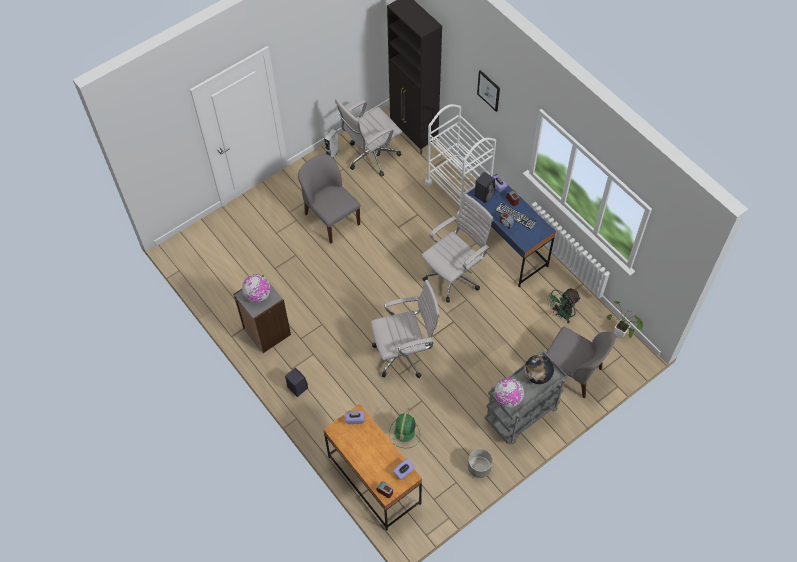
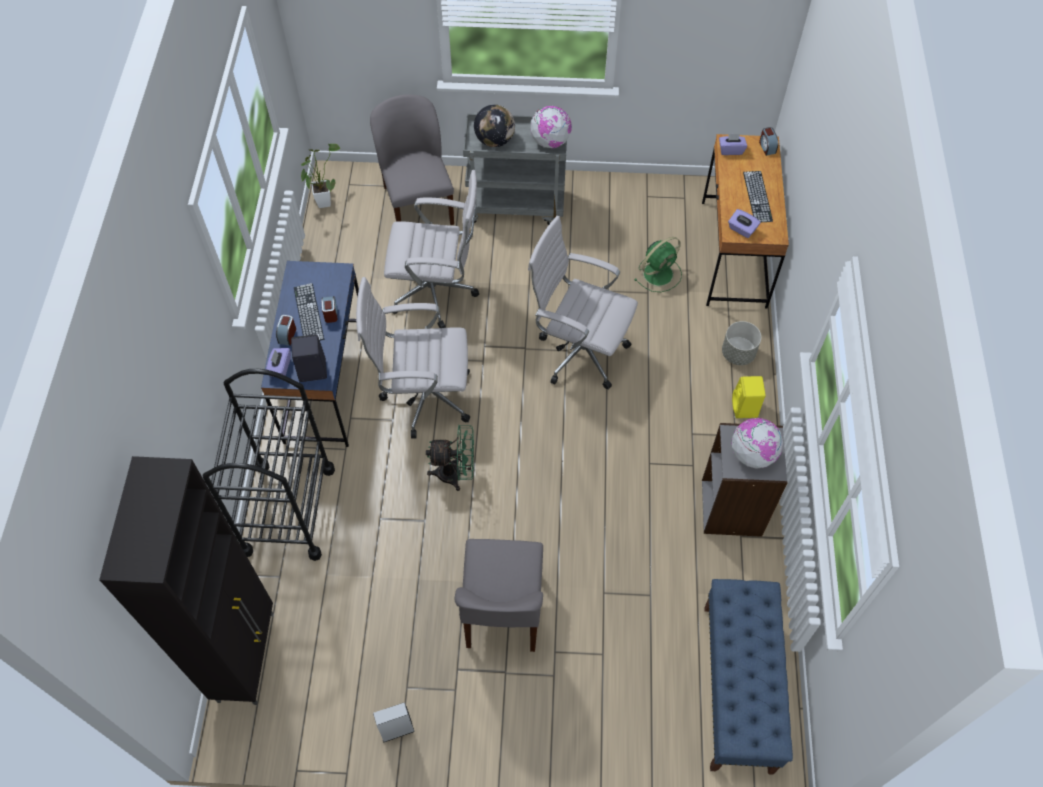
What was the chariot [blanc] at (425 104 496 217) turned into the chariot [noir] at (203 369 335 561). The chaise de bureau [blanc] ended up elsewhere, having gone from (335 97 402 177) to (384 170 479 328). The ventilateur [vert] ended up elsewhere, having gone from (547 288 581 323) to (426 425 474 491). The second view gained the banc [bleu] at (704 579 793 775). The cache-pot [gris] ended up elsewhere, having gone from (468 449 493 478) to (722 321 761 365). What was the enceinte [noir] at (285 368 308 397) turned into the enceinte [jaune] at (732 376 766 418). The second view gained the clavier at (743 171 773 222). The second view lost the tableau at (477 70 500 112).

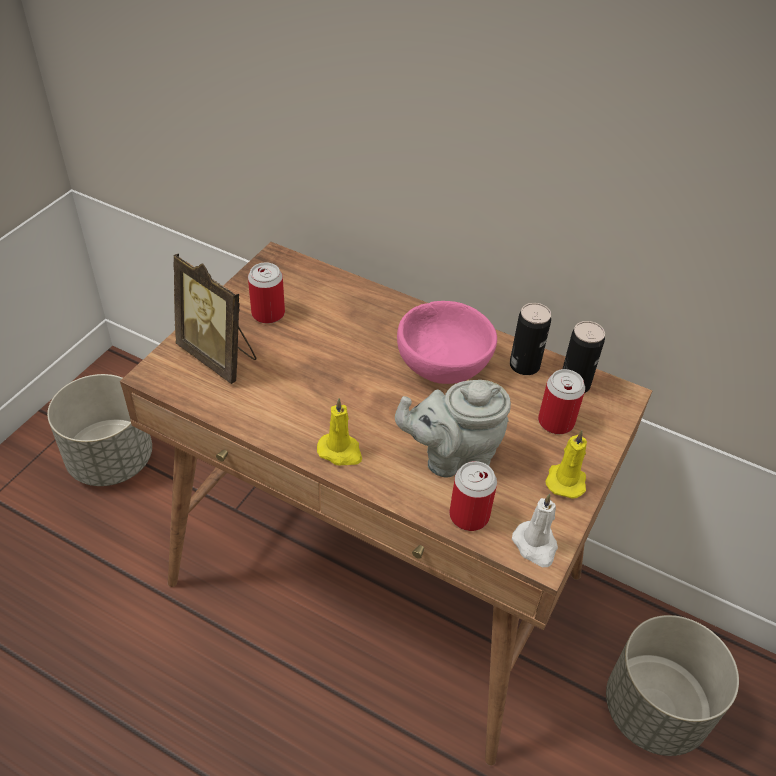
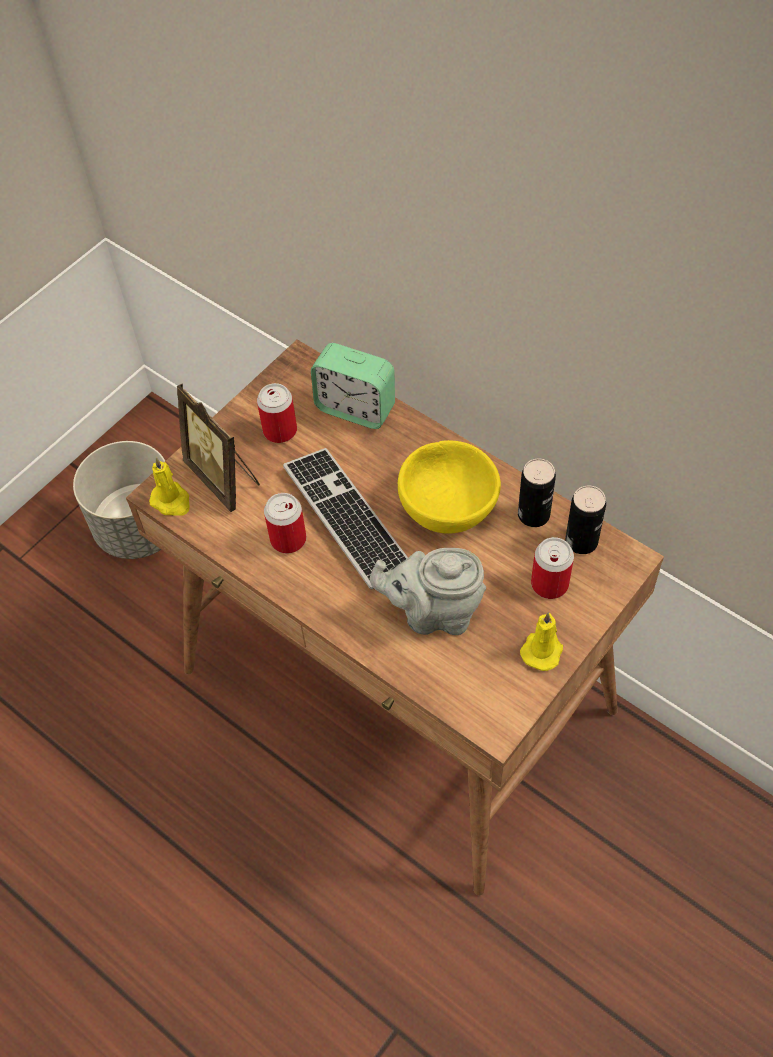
The bougie [jaune] ended up elsewhere, having gone from (317 398 362 465) to (149 457 189 516). The boîte métallique ended up elsewhere, having gone from (449 461 497 531) to (264 493 306 554). The second view gained the clavier at (283 448 408 589). The second view gained the réveil at (311 343 395 429). What was the bol [rose] at (397 301 497 384) turned into the bol [jaune] at (398 440 501 533). The second view lost the bougie [blanc] at (512 494 558 567). The second view lost the cache-pot [gris] at (606 615 739 756).

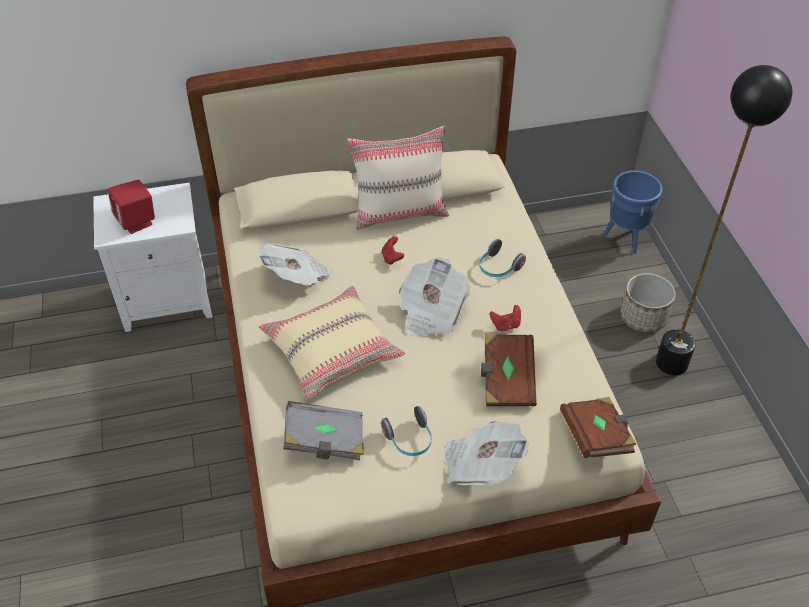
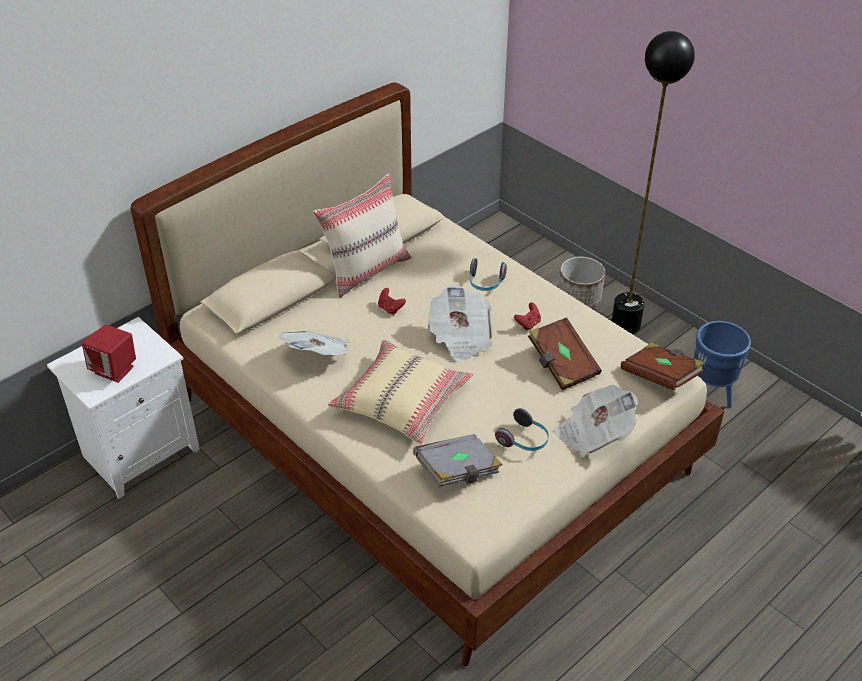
The cache-pot [bleu] ended up elsewhere, having gone from (603 171 663 254) to (694 321 751 407).

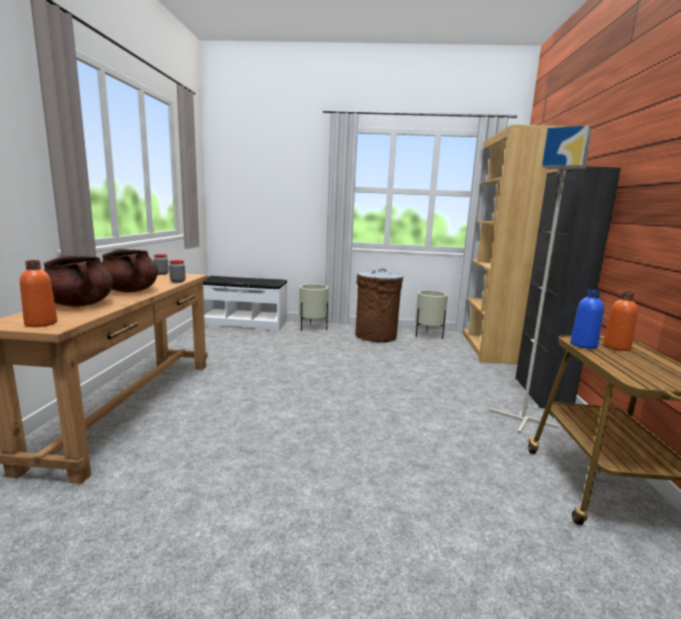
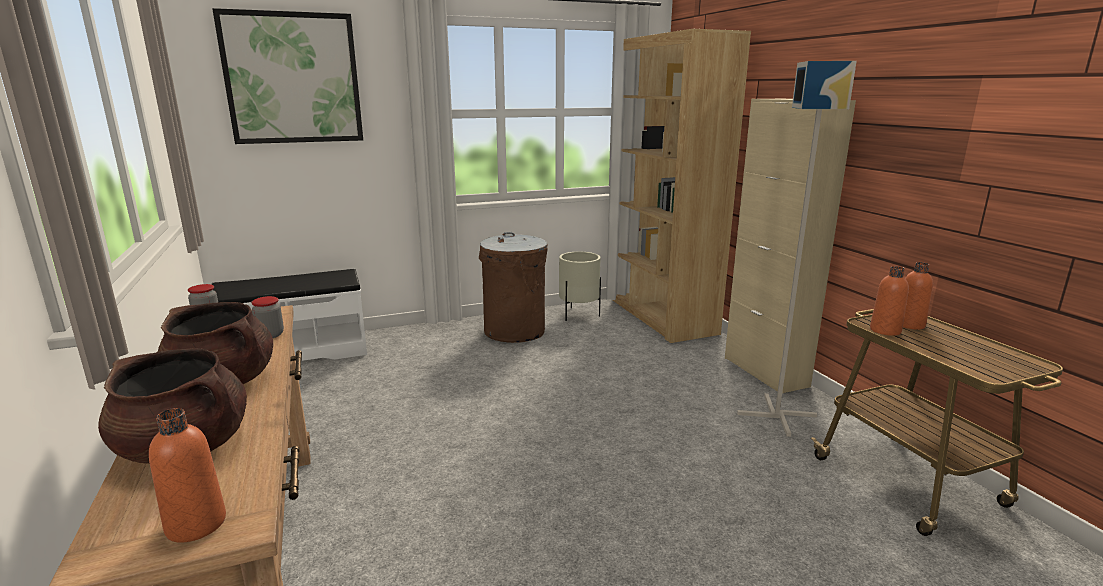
The second view gained the tableau at (212 8 363 144). What was the meuble de rangement [noir] at (515 166 621 409) turned into the meuble de rangement [beige] at (725 99 856 393). What was the bouteille [bleu] at (570 289 604 349) turned into the bouteille [orange] at (870 266 909 336). The second view lost the cache-pot [beige] at (299 284 328 331).

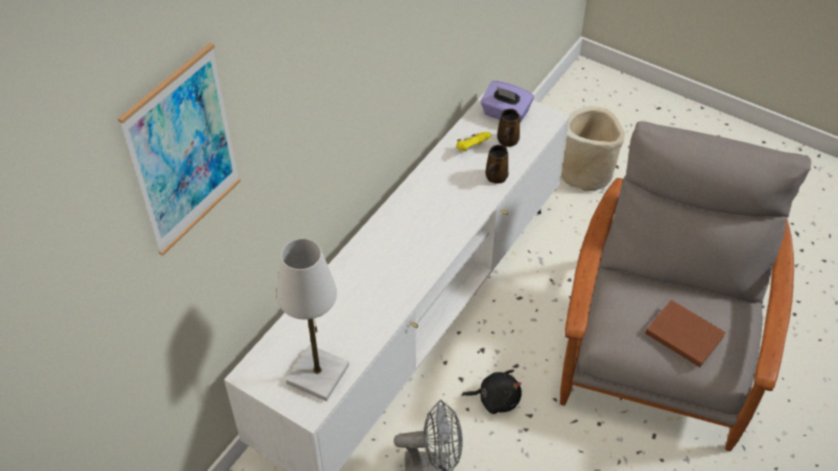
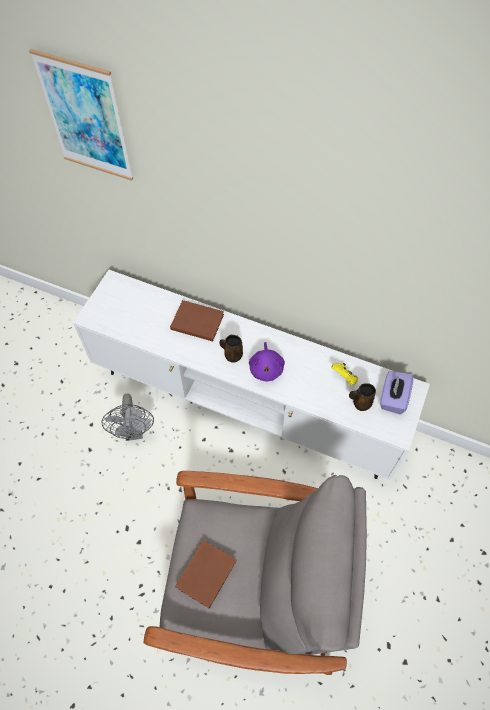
The second view gained the livre [marron] at (170 300 224 341). The mug [marron] ended up elsewhere, having gone from (485 145 508 184) to (220 335 243 362). The second view gained the peluche [violet] at (249 342 285 382). The second view lost the lampe de table [blanc] at (277 239 349 401). The second view lost the peluche [noir] at (461 369 522 414). The second view lost the cache-pot [beige] at (561 106 625 191).

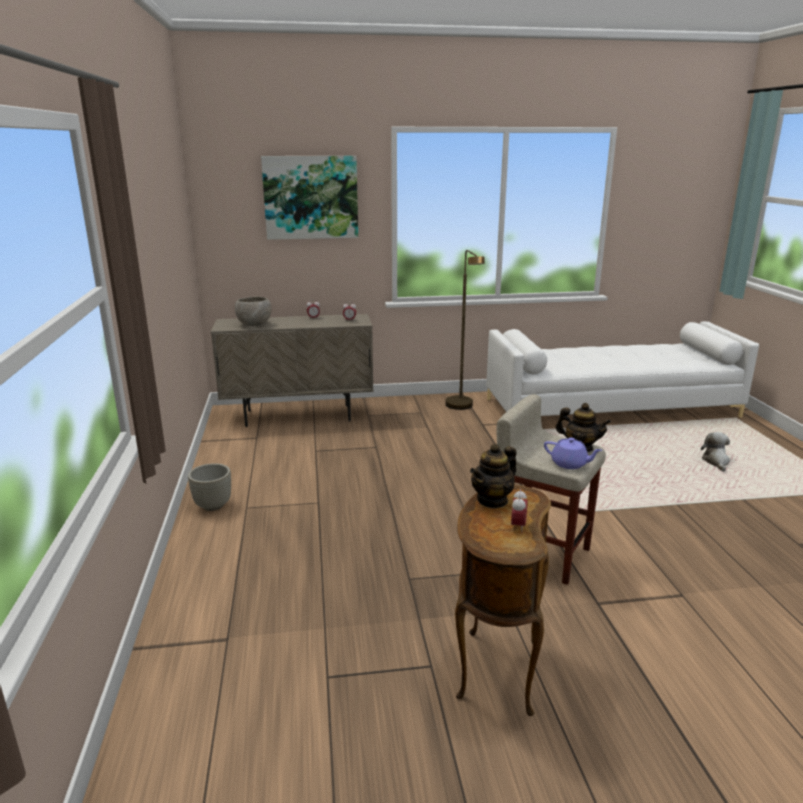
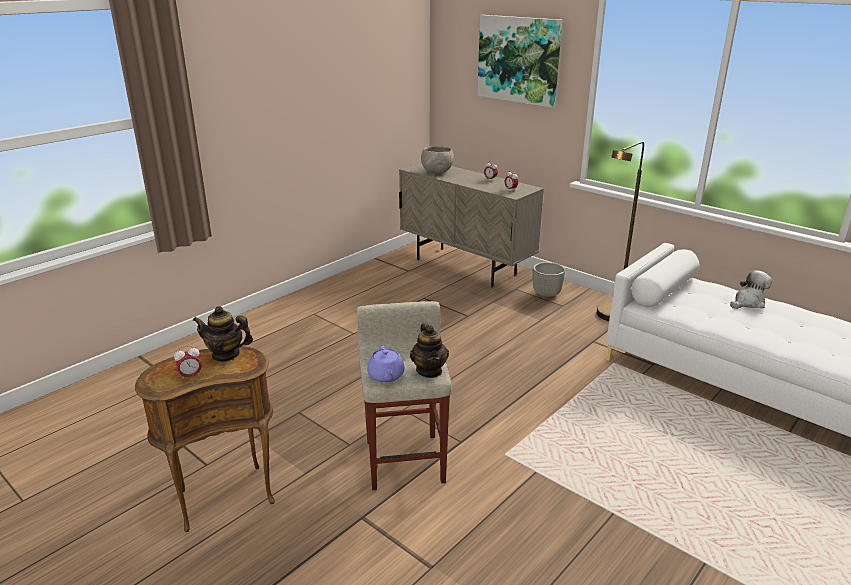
The cache-pot [gris] ended up elsewhere, having gone from (188 463 231 511) to (533 262 565 299). The peluche ended up elsewhere, having gone from (701 432 730 472) to (730 270 772 309).

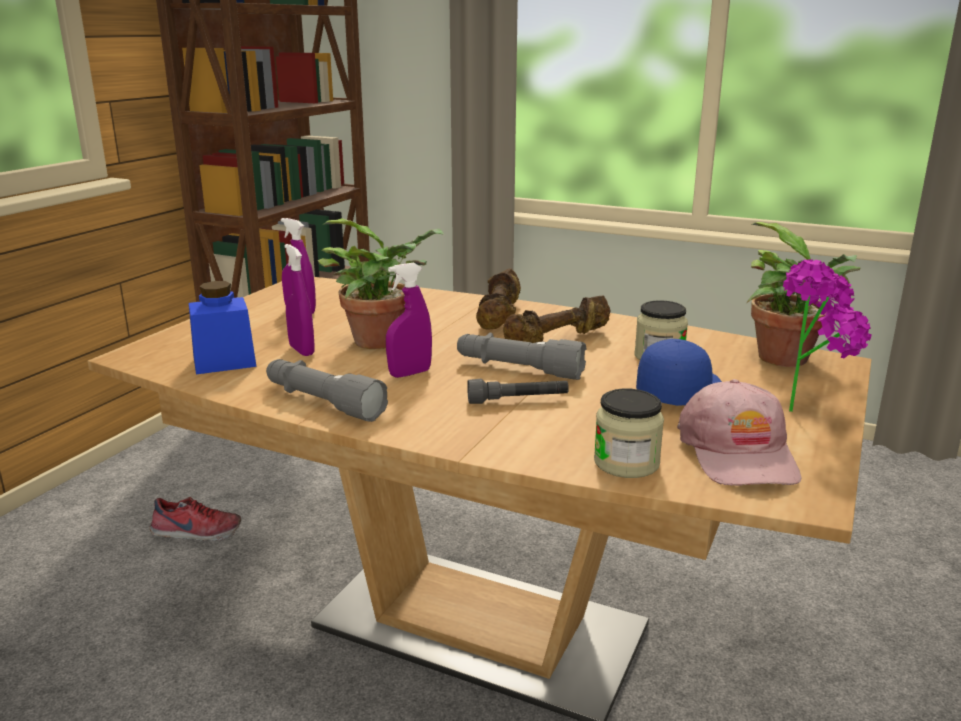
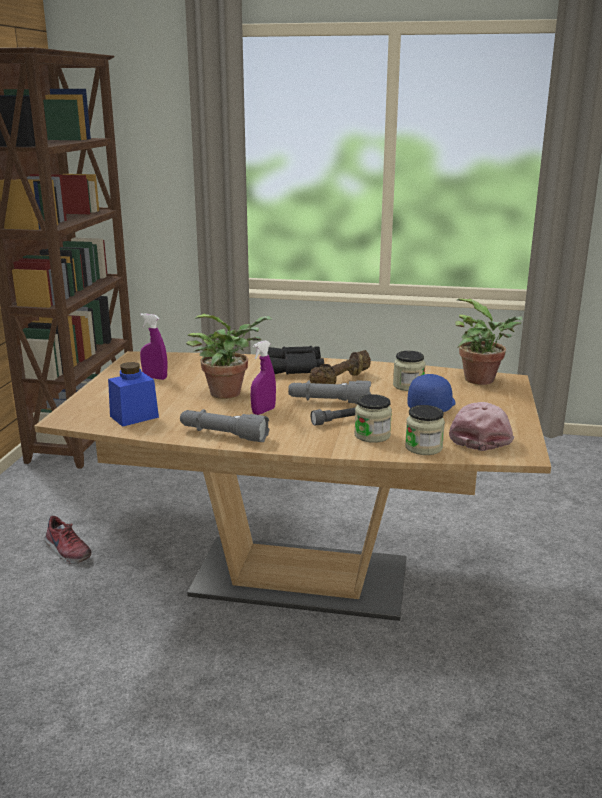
The chaussure at (149 497 241 541) ended up facing another way, 60 degrees clockwise from before. Where the haltère [marron] stood at (476 268 521 330), the jumelles [noir] came to stand at (268 346 324 375). The second view gained the bocal at (354 394 392 443). The casquette [rose] at (677 379 801 486) ended up facing another way, 150 degrees counterclockwise from before. The second view lost the vaporisateur [violet] at (285 244 315 356). The second view lost the plante en pot at (783 259 872 412).

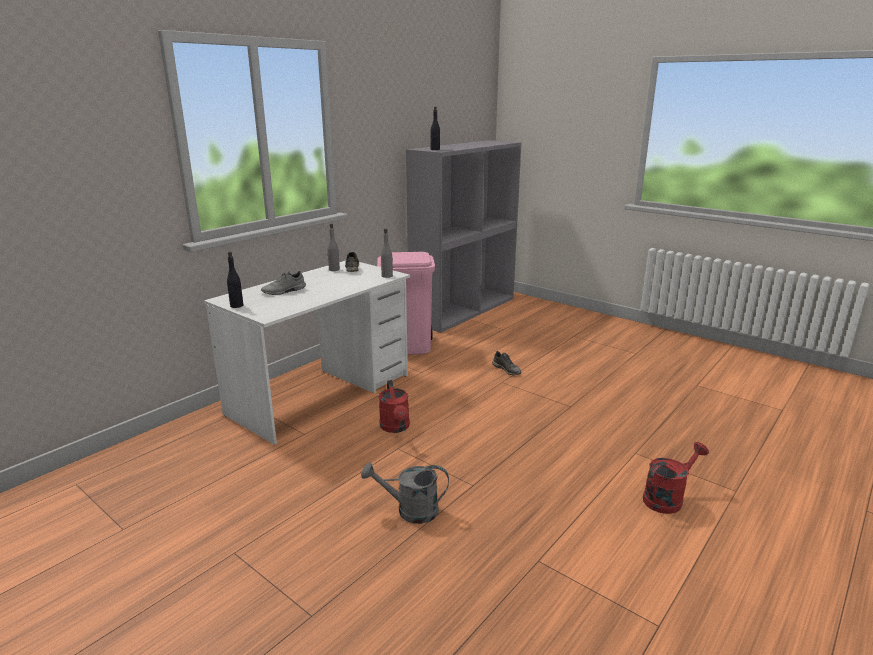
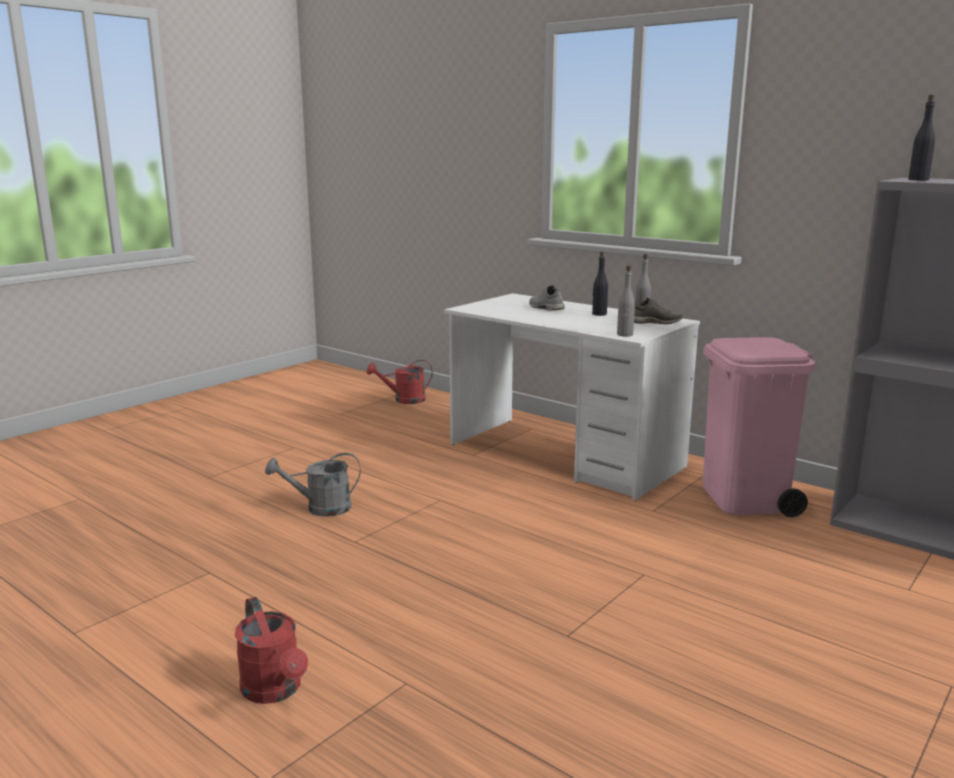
The arrosoir [gris] at (361 463 449 524) ended up facing another way, 105 degrees counterclockwise from before. The arrosoir [rouge] ended up elsewhere, having gone from (378 380 410 433) to (367 360 433 404). The bouteille [noir] ended up elsewhere, having gone from (227 252 243 308) to (592 252 608 316). The second view lost the chaussure [gris] at (492 351 521 375).

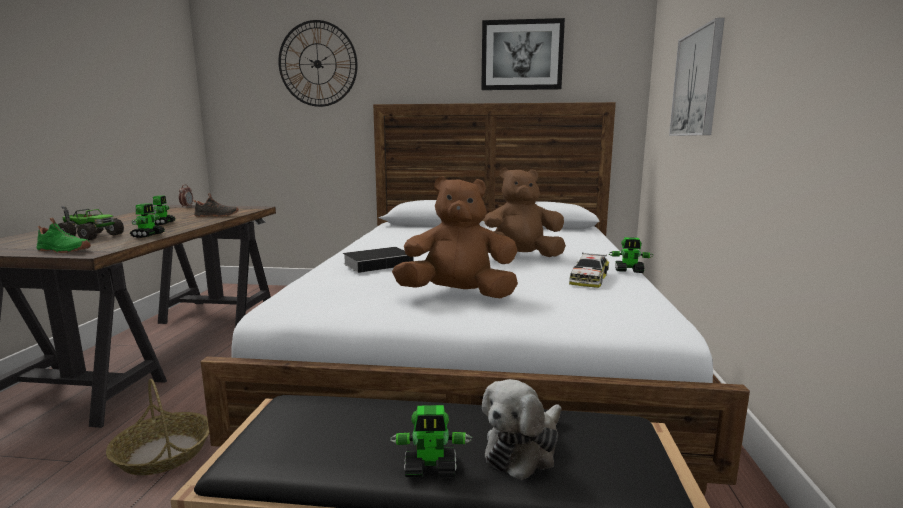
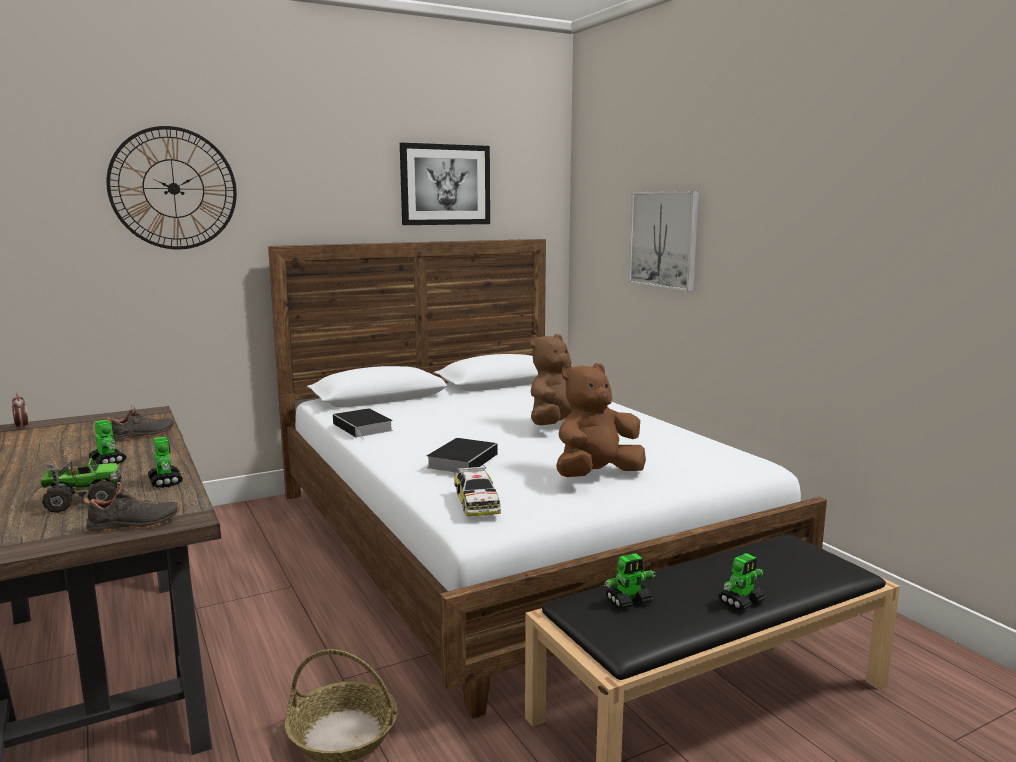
What was the chaussure [vert] at (36 218 91 253) turned into the chaussure [noir] at (83 482 180 533). The second view gained the livre at (333 408 393 439). The petite voiture ended up elsewhere, having gone from (569 253 609 288) to (454 467 501 516). The robot jouet ended up elsewhere, having gone from (609 237 653 273) to (604 553 656 609). The second view lost the peluche at (482 379 561 480).

